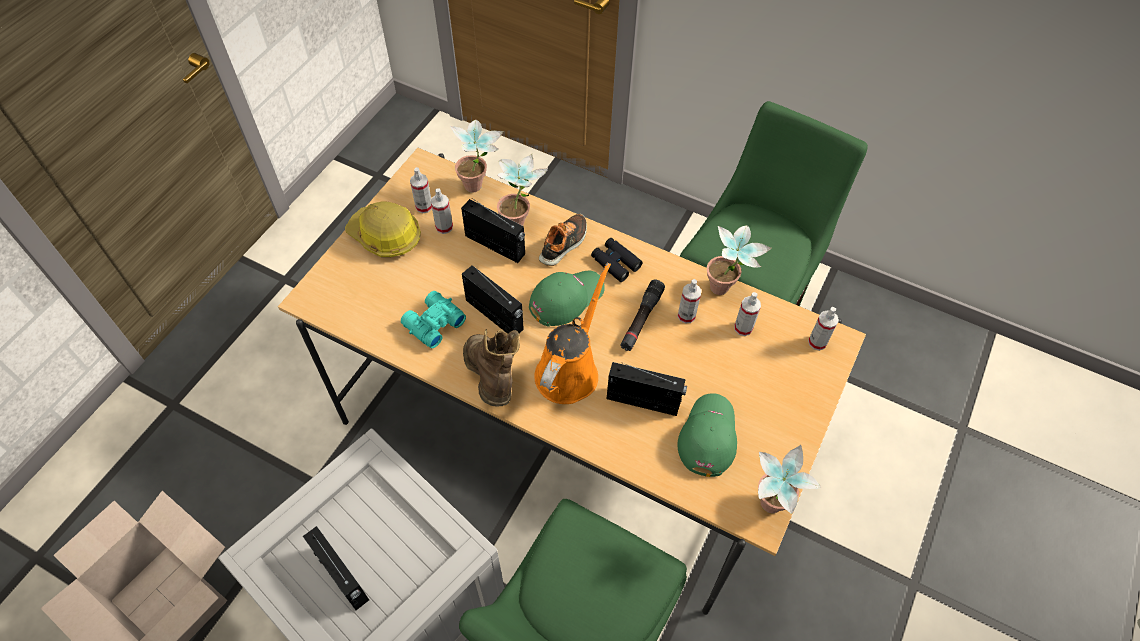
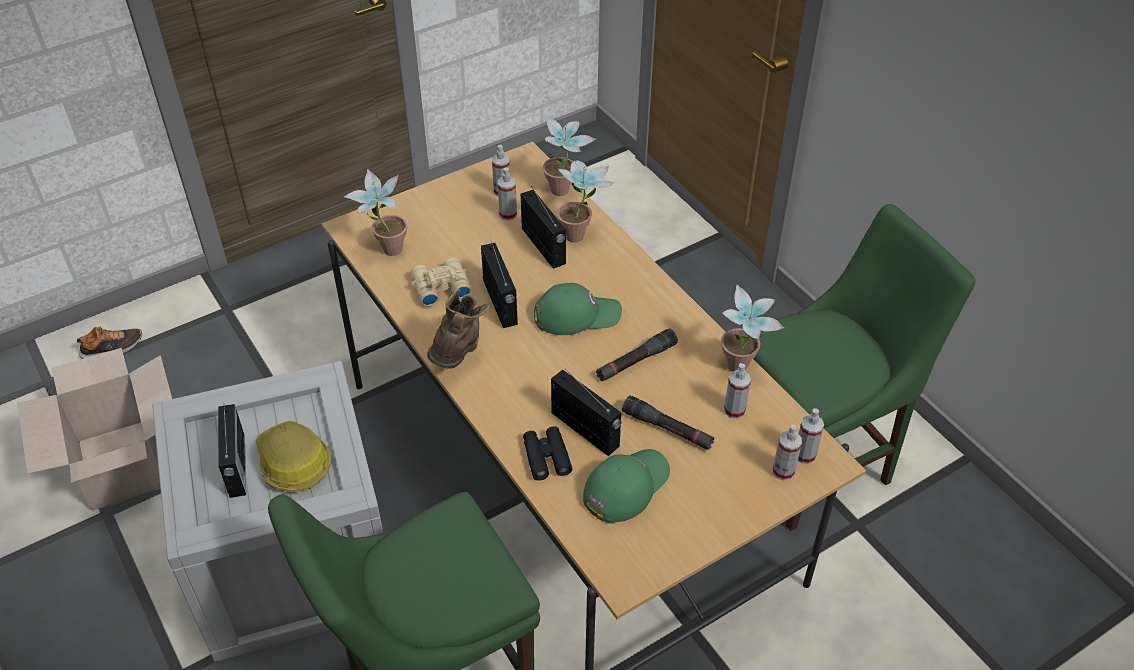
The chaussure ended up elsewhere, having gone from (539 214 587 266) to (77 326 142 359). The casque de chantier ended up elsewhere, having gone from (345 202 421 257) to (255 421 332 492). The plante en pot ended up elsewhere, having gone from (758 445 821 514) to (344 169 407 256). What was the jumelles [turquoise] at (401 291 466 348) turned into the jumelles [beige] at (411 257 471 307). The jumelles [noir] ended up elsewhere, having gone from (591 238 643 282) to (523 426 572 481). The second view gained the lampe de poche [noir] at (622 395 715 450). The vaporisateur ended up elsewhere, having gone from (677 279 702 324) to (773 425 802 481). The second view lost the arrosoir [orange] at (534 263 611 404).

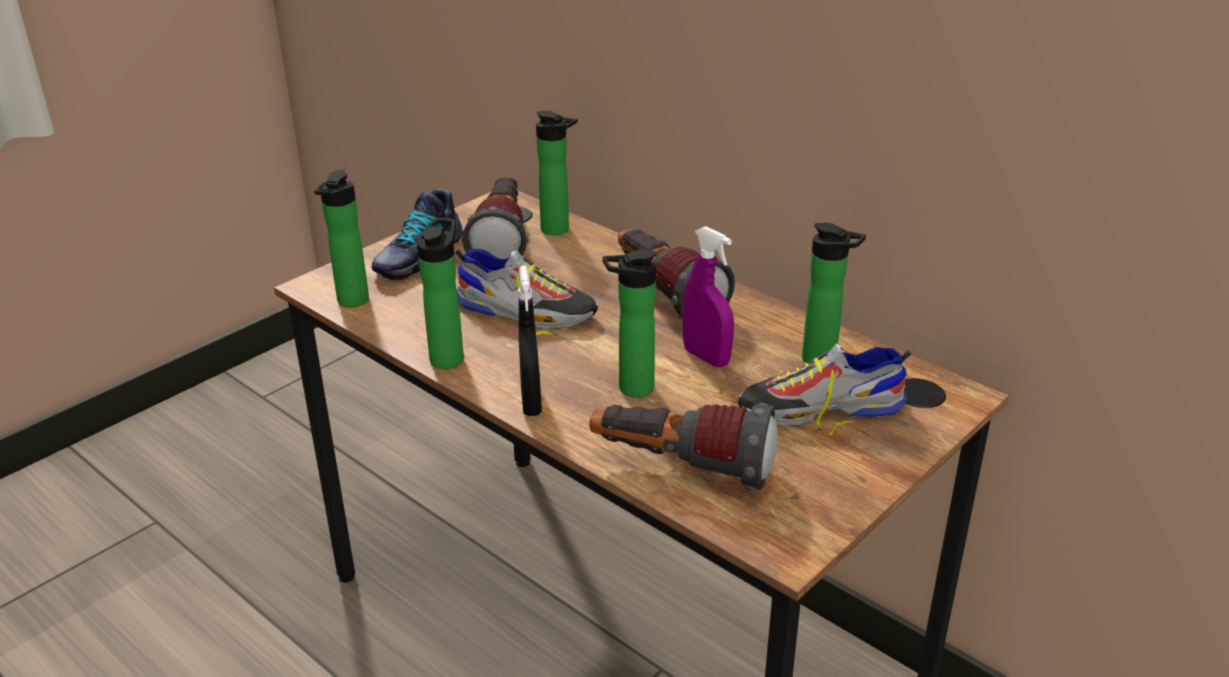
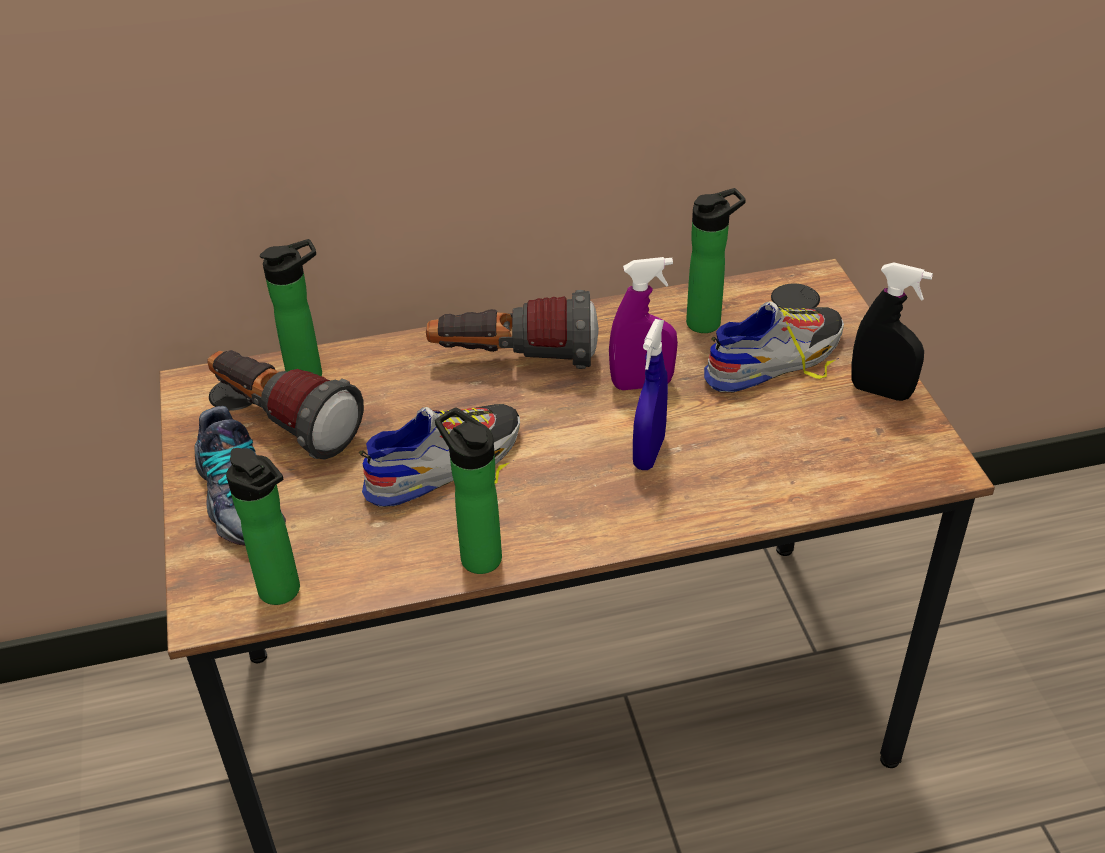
Where the bouteille stood at (603 249 657 397), the vaporisateur [bleu] came to stand at (633 319 668 470). The chaussure at (738 343 911 435) ended up facing another way, 150 degrees counterclockwise from before. The vaporisateur [noir] ended up elsewhere, having gone from (518 266 542 416) to (852 262 933 401). The second view lost the lampe de poche at (590 403 778 491).

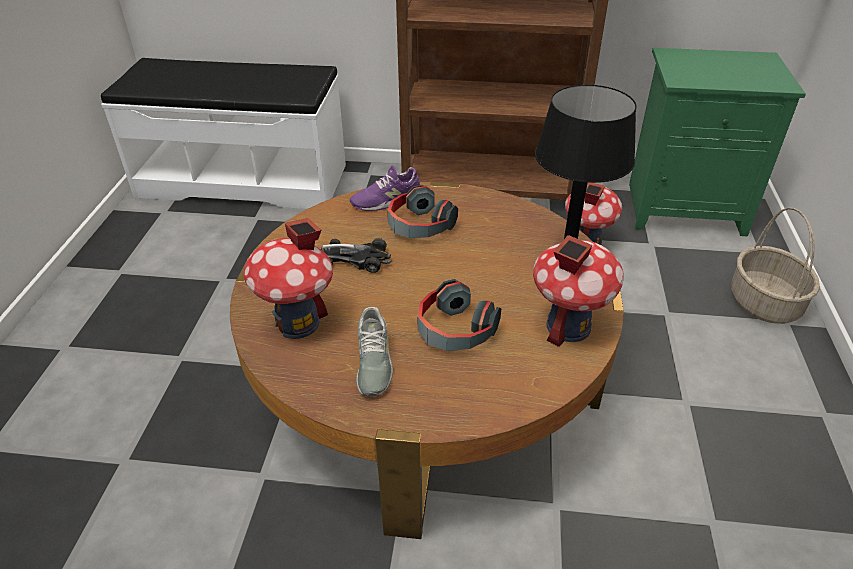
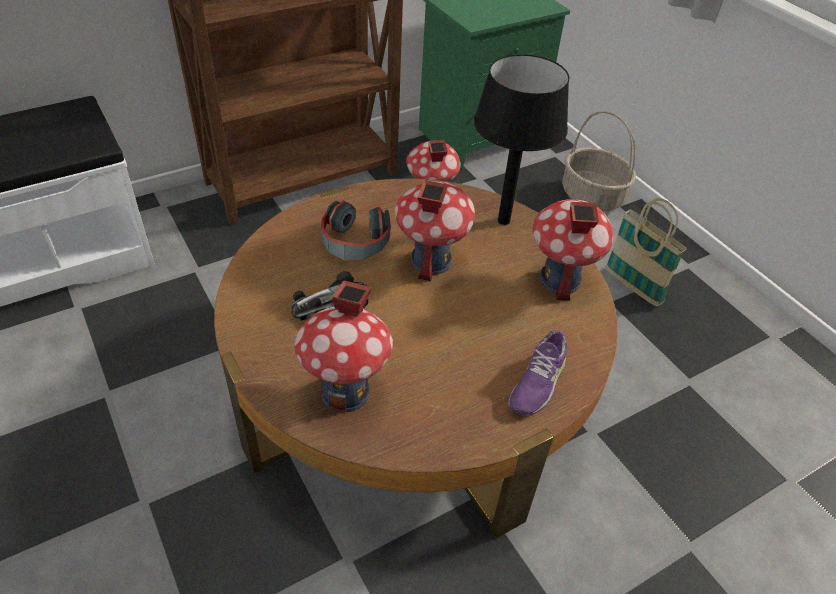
The second view gained the maison miniature at (395 180 475 281). The chaussure [violet] ended up elsewhere, having gone from (350 165 420 211) to (508 330 567 415). The second view gained the panier at (605 198 687 306). The second view lost the chaussure [gris] at (356 307 393 396). The second view lost the casque audio at (417 279 501 351).

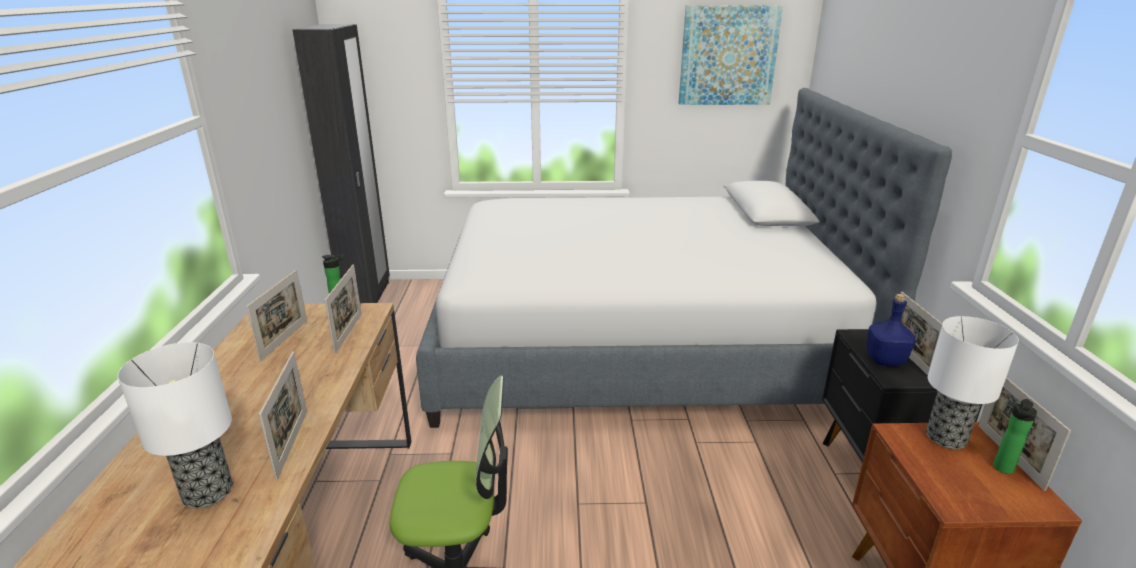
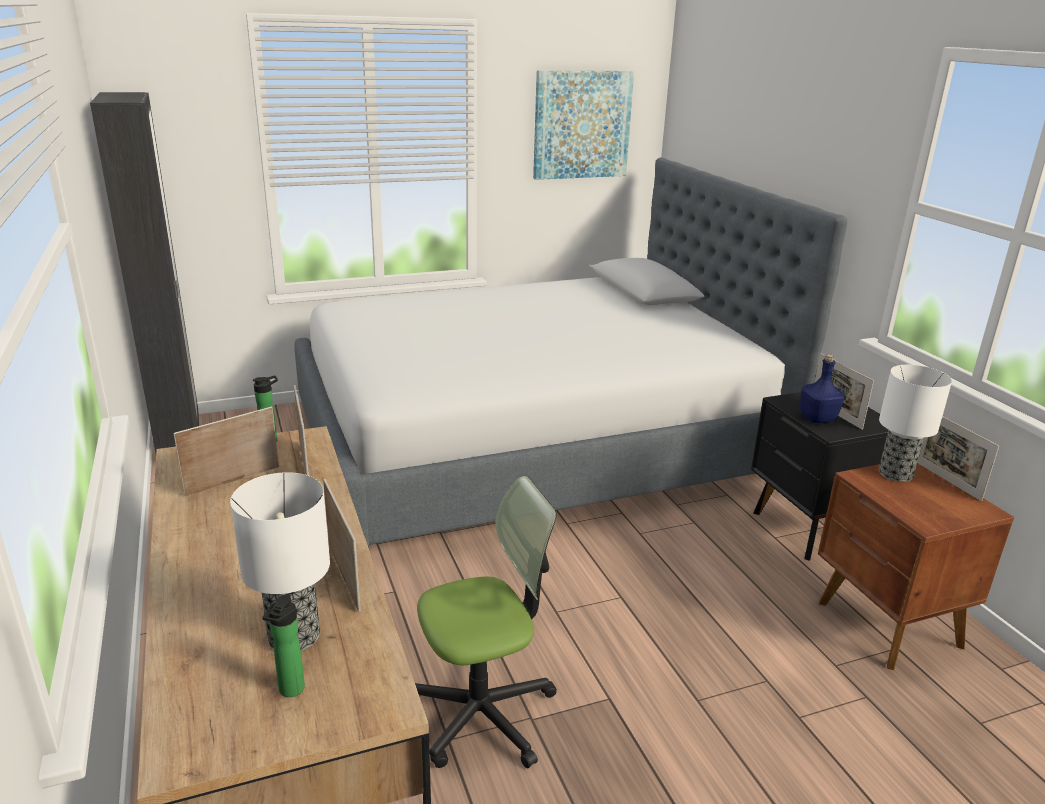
The cadre photo at (246 270 307 361) ended up facing another way, 120 degrees counterclockwise from before. The bouteille ended up elsewhere, having gone from (993 399 1037 474) to (262 594 305 697).

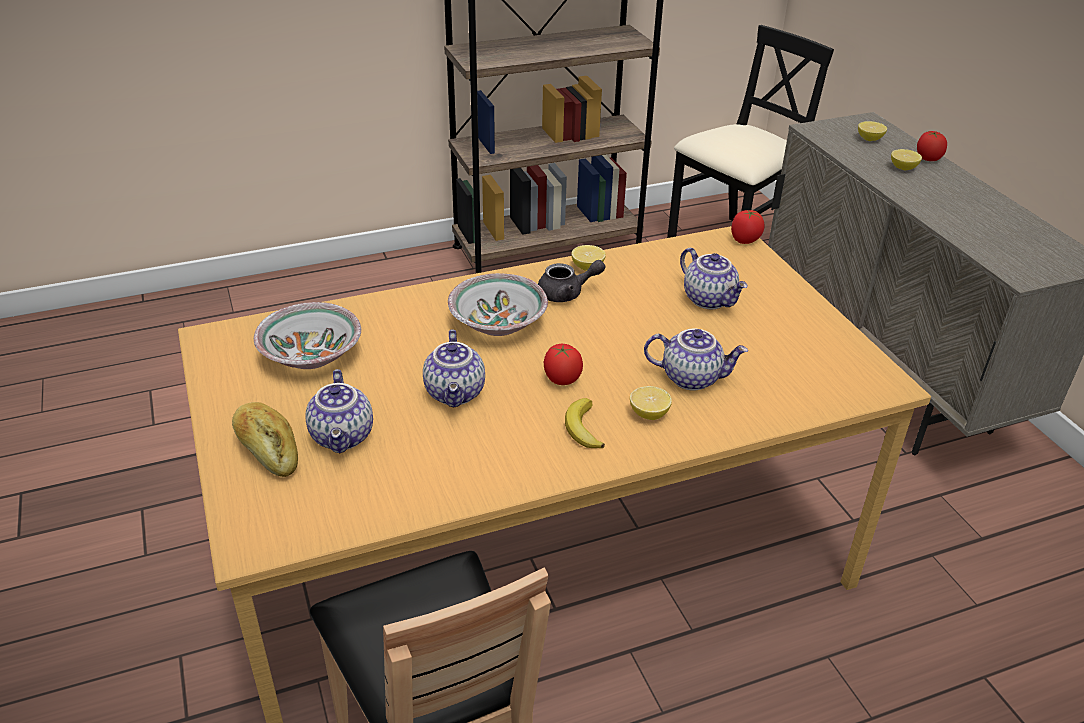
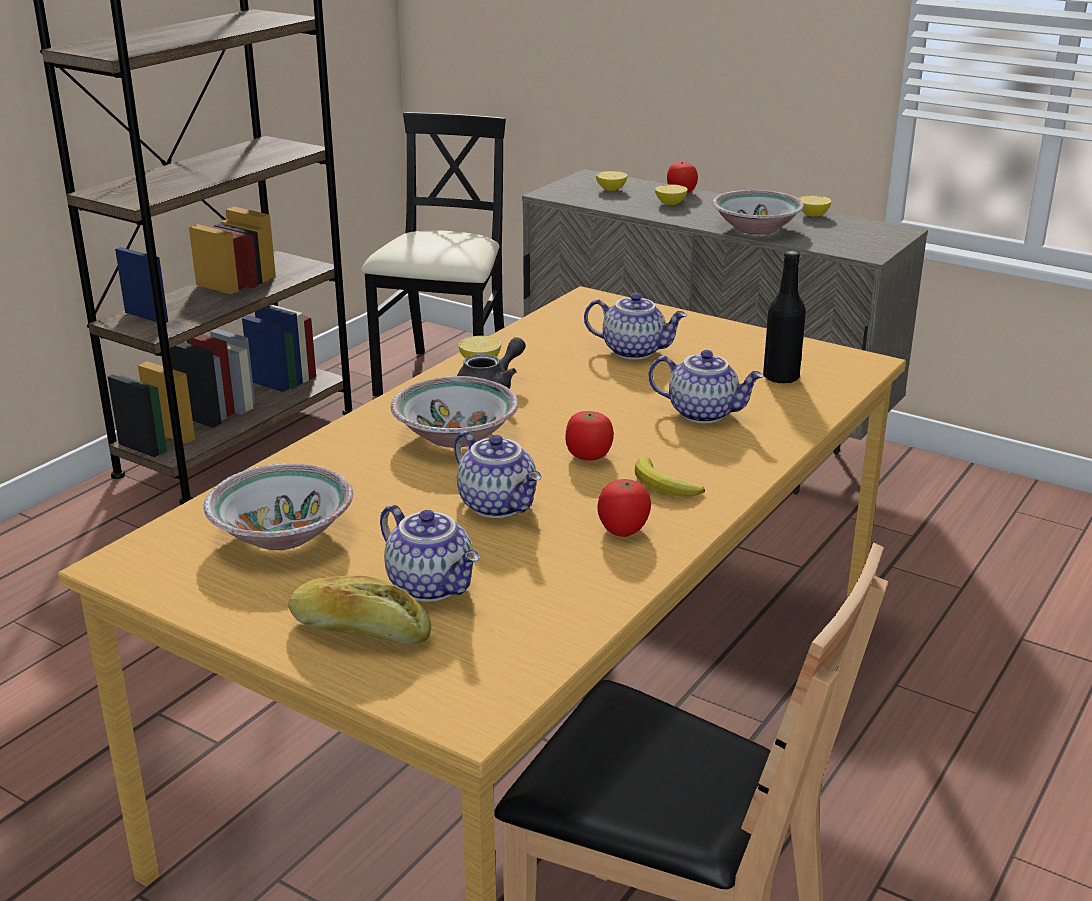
The tomate ended up elsewhere, having gone from (731 210 765 244) to (597 479 651 537). The théière at (644 329 748 391) ended up facing another way, 45 degrees clockwise from before. The second view gained the bol at (712 190 804 235). The second view gained the bouteille [noir] at (763 251 806 384). The citron ended up elsewhere, having gone from (630 386 672 420) to (798 195 831 217).

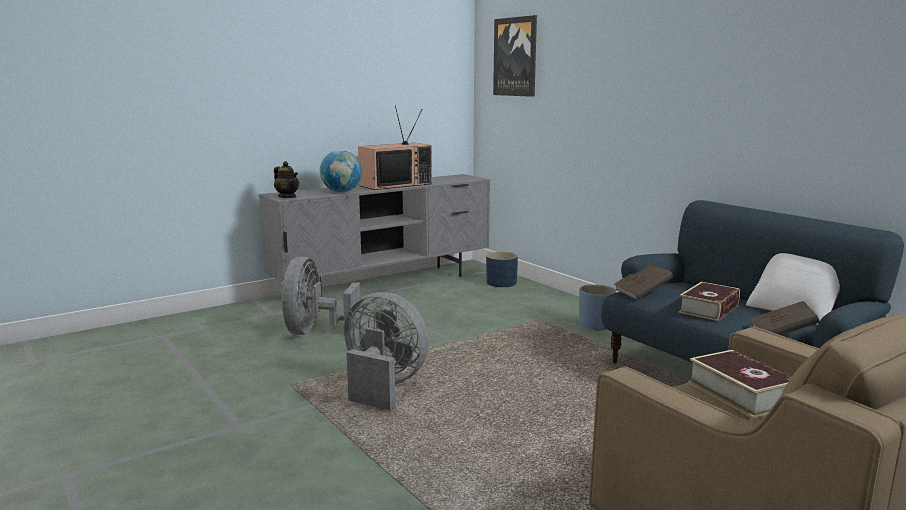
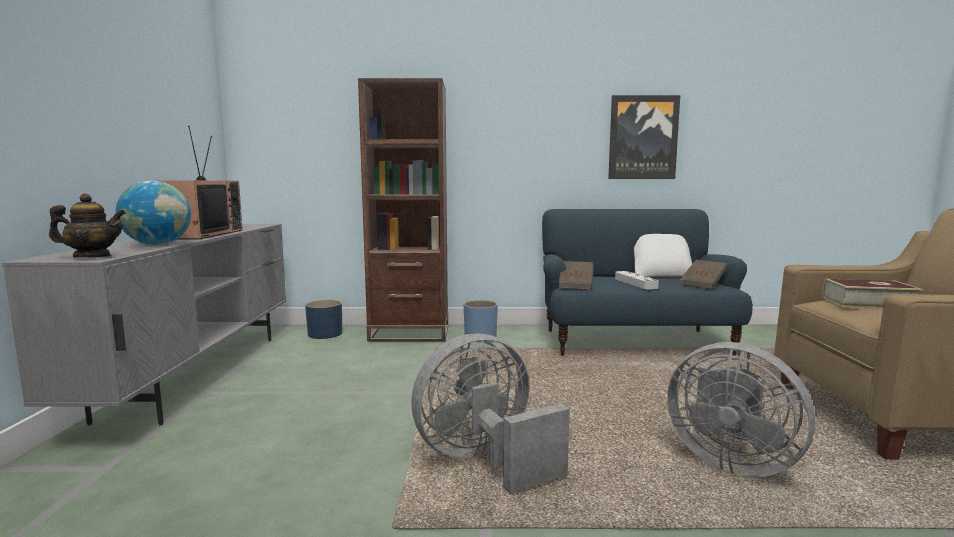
The second view gained the bibliothèque [marron] at (358 78 448 342). The tableau ended up elsewhere, having gone from (493 15 537 97) to (608 95 680 179). Where the livre stood at (678 282 740 321), the plateau [gris] came to stand at (615 271 659 290). The ventilateur [gris] ended up elsewhere, having gone from (282 257 361 335) to (667 342 815 478).

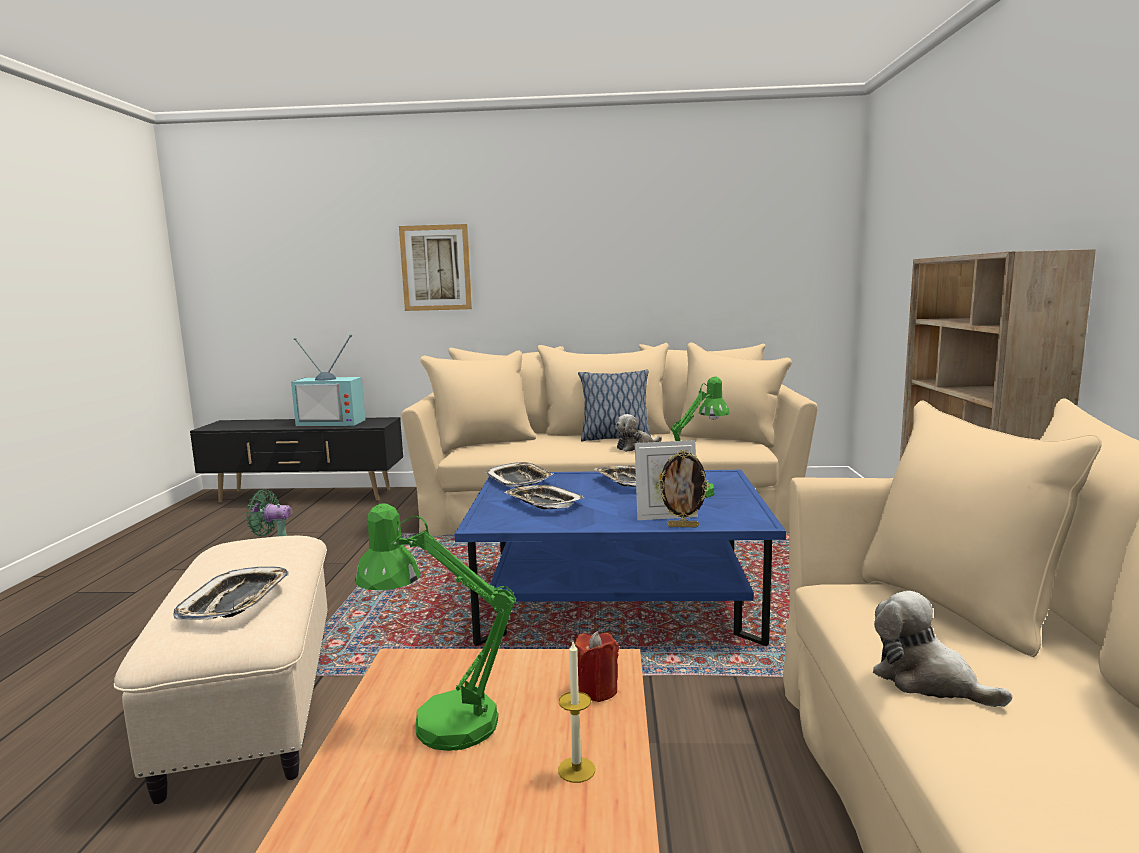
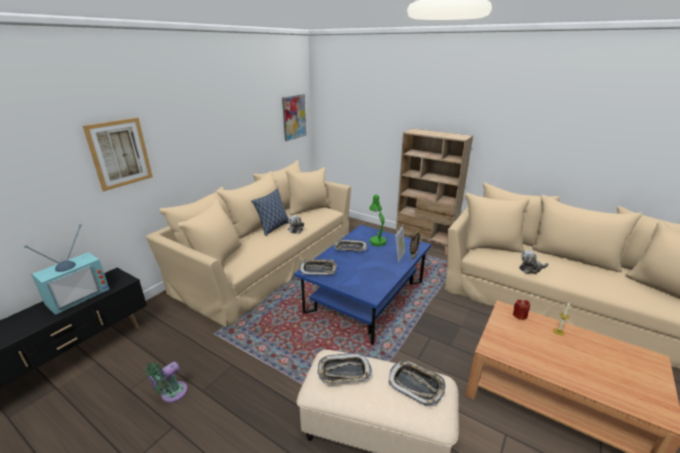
The second view gained the tableau at (282 94 306 141). The plateau ended up elsewhere, having gone from (505 485 585 509) to (317 353 372 384). The second view lost the lampe de table [vert] at (355 503 516 751).

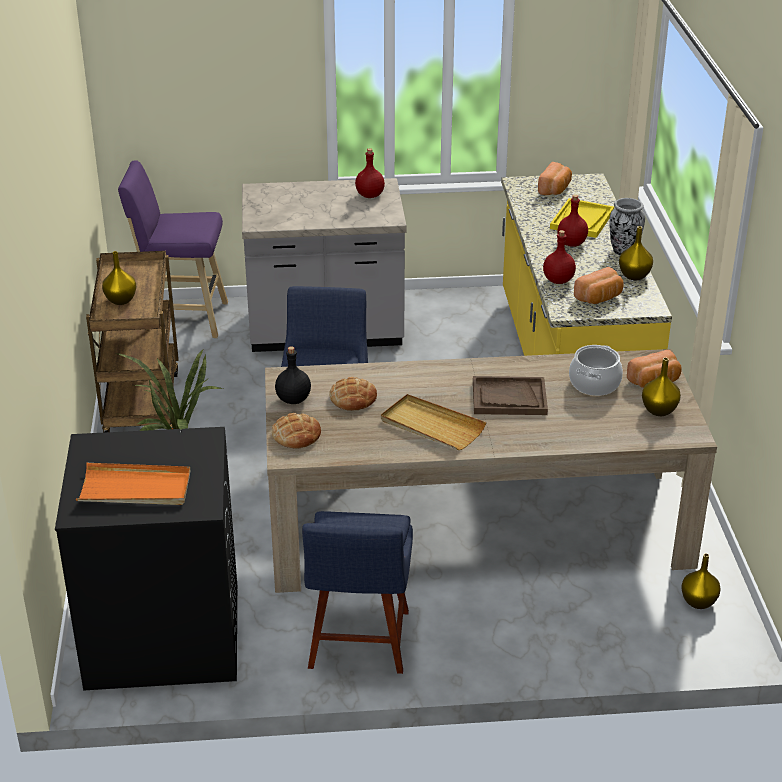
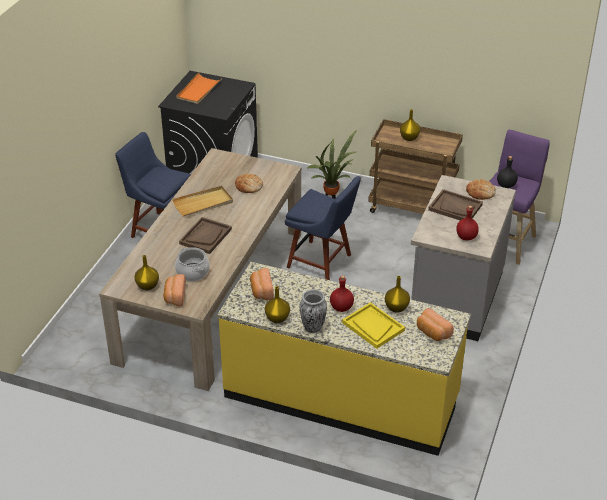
The vase [jaune] ended up elsewhere, having gone from (681 553 721 609) to (385 276 410 313). The second view gained the plateau [marron] at (428 189 483 220). The pain ended up elsewhere, having gone from (272 413 321 449) to (466 179 496 200). The bouteille [noir] ended up elsewhere, having gone from (275 347 311 404) to (497 156 518 188). The second view lost the bouteille [rouge] at (543 230 576 284).

